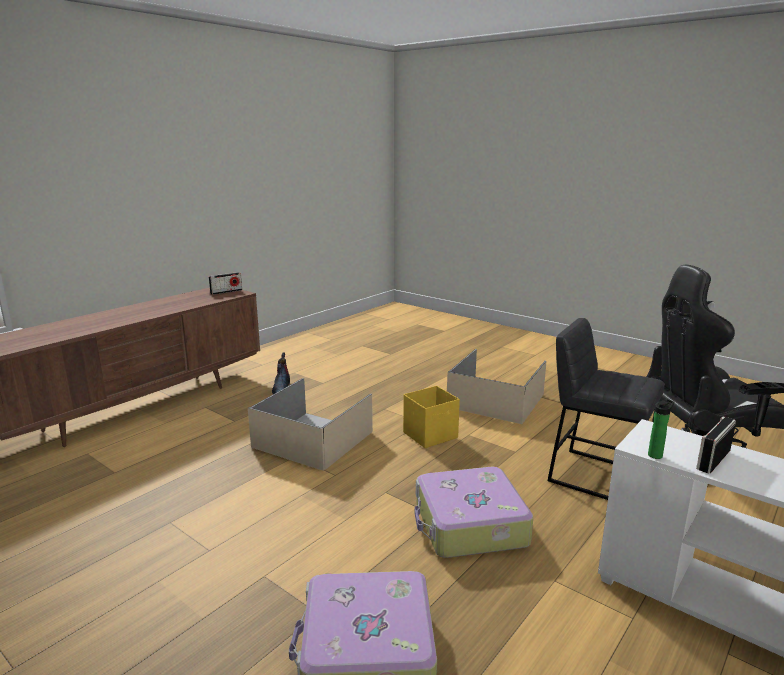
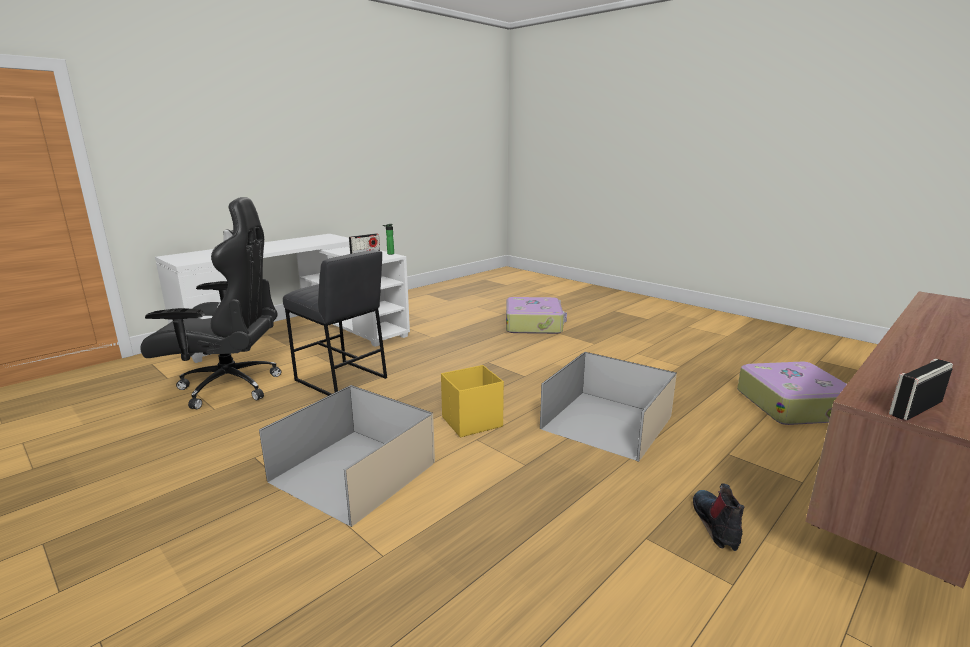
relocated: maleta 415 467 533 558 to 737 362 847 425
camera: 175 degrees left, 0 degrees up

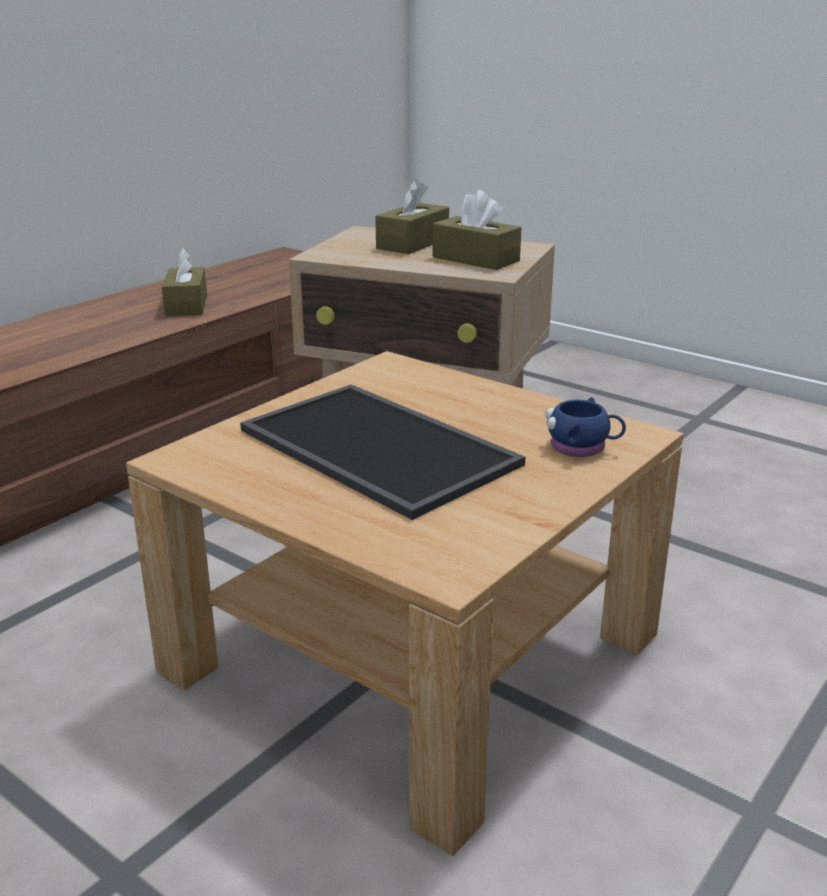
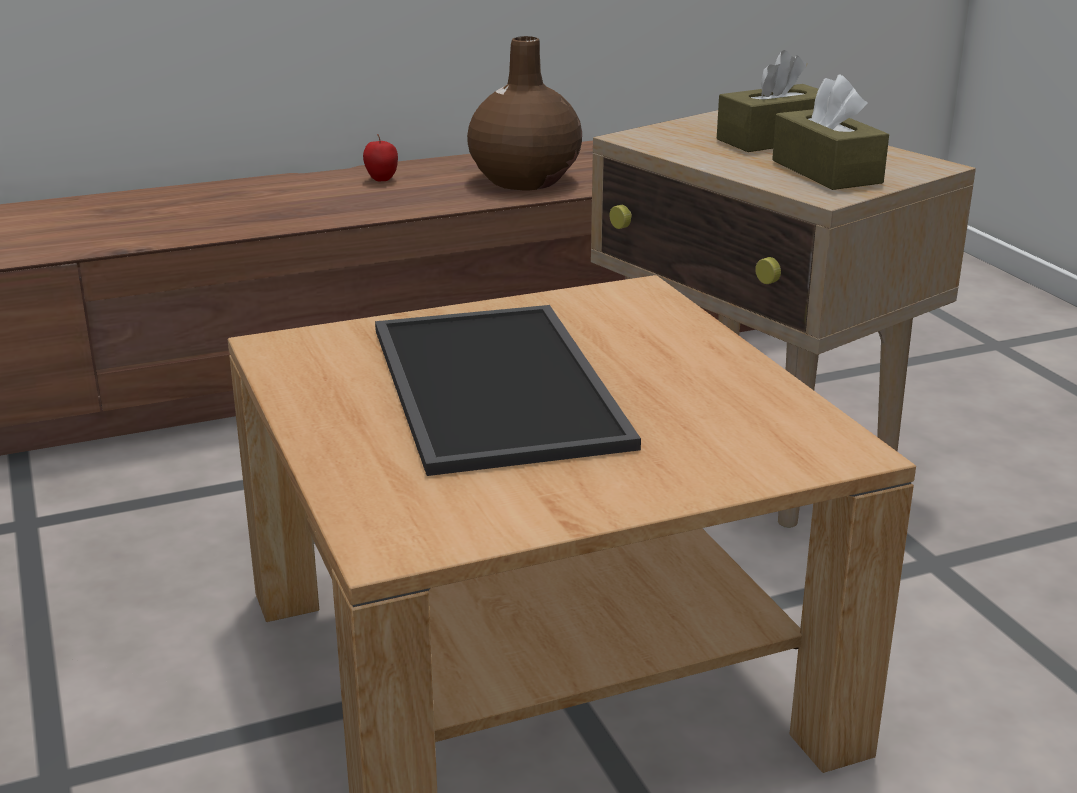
missing: taza grande (azul) 545 397 626 457
appeared: manzana 363 134 398 181
exchanged: caja de pañuelos (marrón) 162 248 207 316 to florero (marrón) 467 36 582 191
camera: 30 degrees right, 0 degrees up

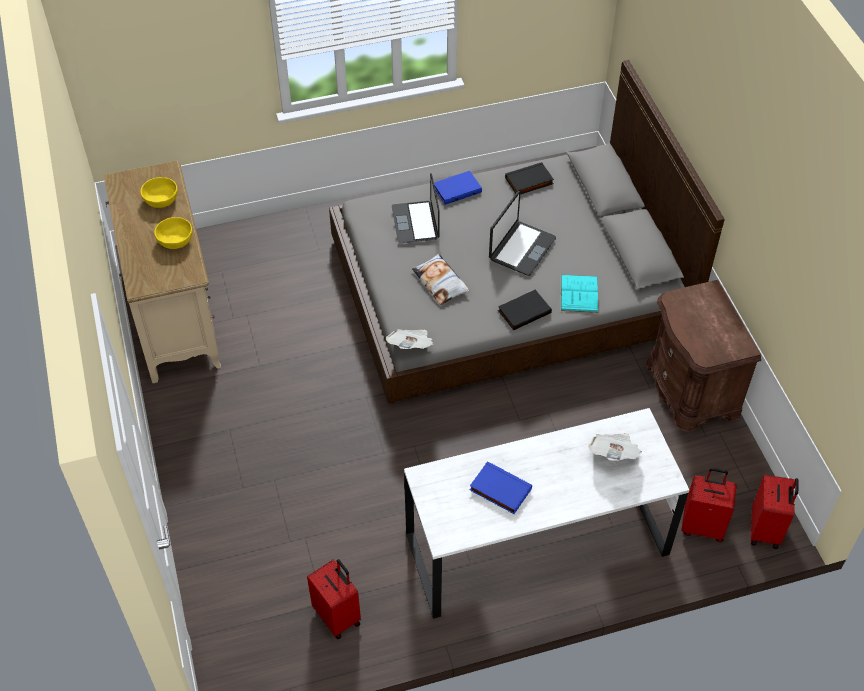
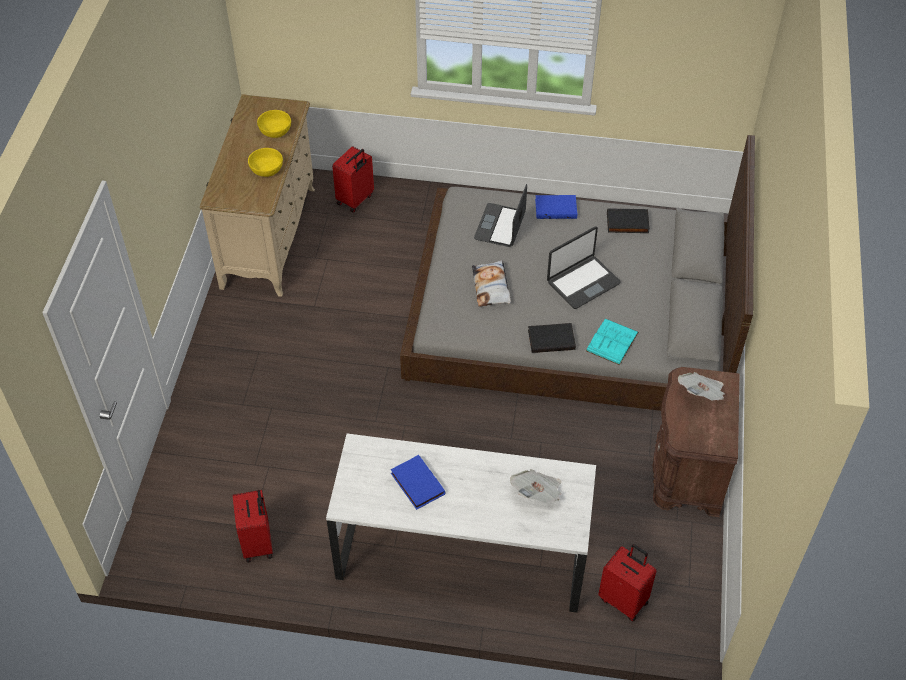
relocated: periódico 386 329 434 349 to 678 372 725 401; maleta (rojo) 751 475 798 549 to 332 146 374 213
camera: 25 degrees right, 0 degrees up

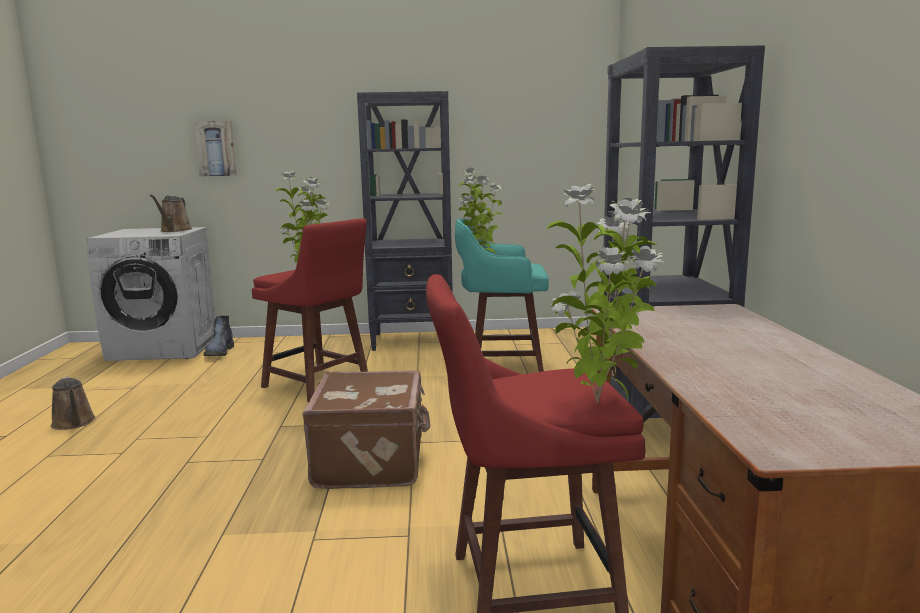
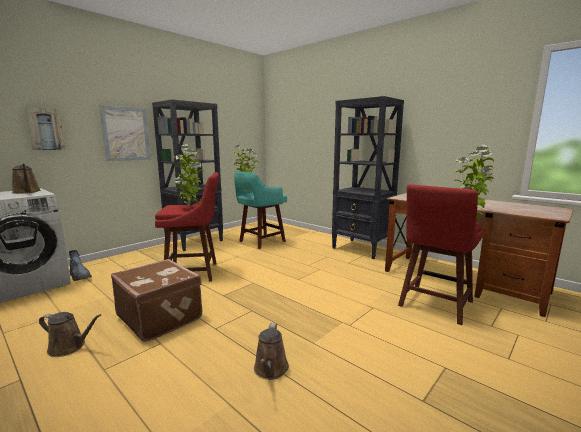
appeared: cuadro 99 105 151 161; regadera (marrón) 254 323 289 380
relocated: maleta (marrón) 303 370 430 489 to 111 259 202 342
camera: 45 degrees left, 0 degrees up

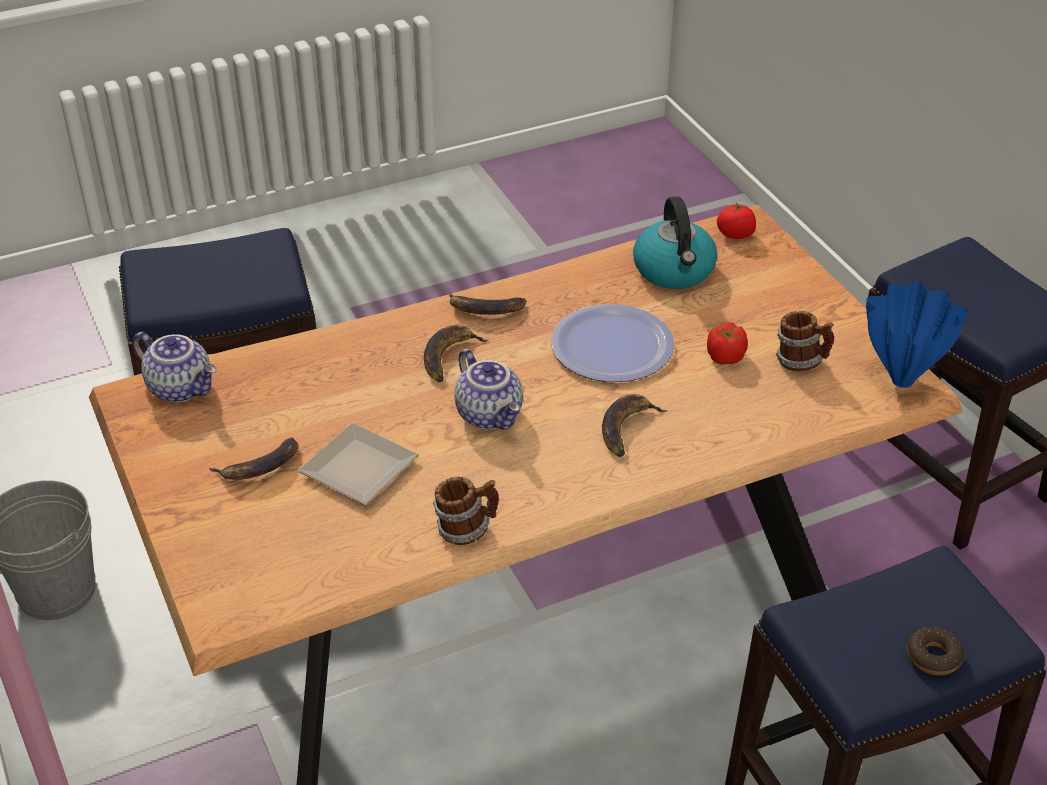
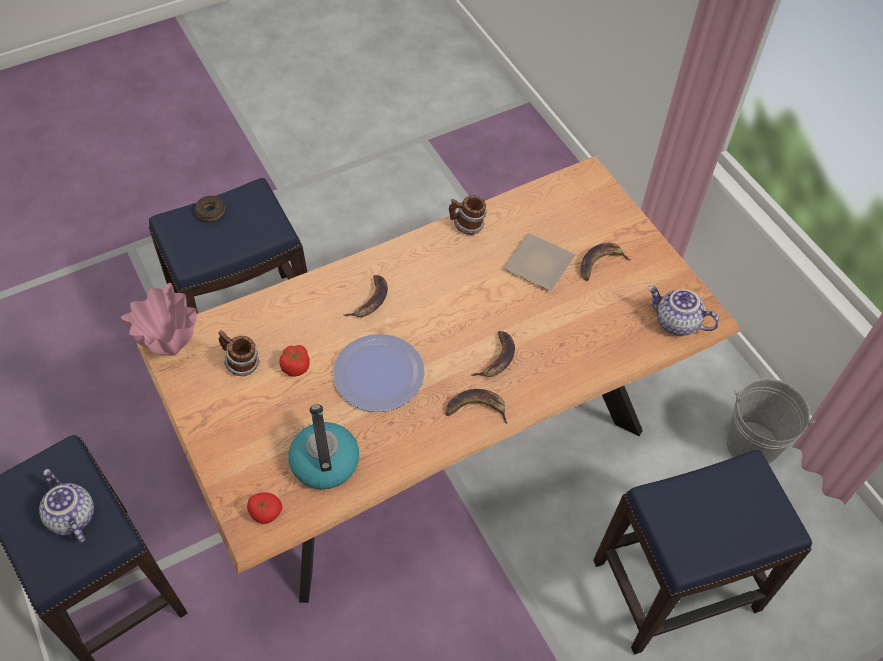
relocated: tetera 454 349 523 430 to 39 469 94 543
colour: florero (azul) 866 281 968 388 to florero (rosa) 121 283 197 356
camera: 175 degrees right, 15 degrees up

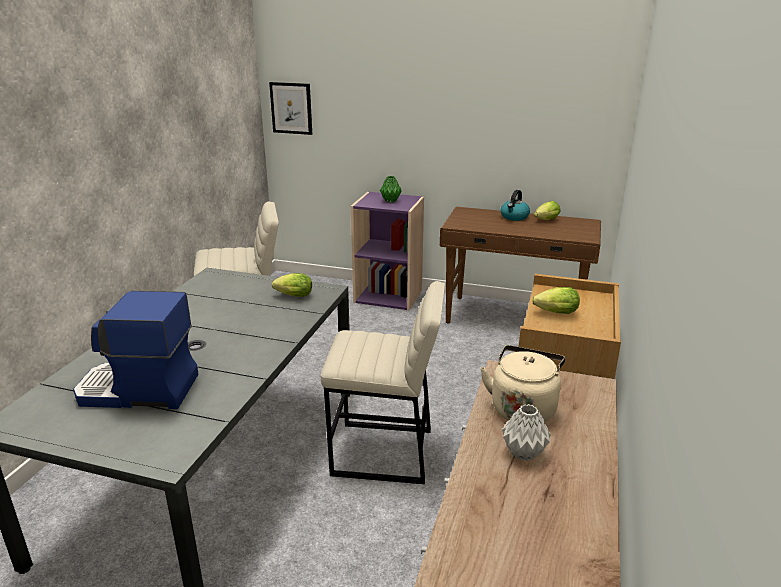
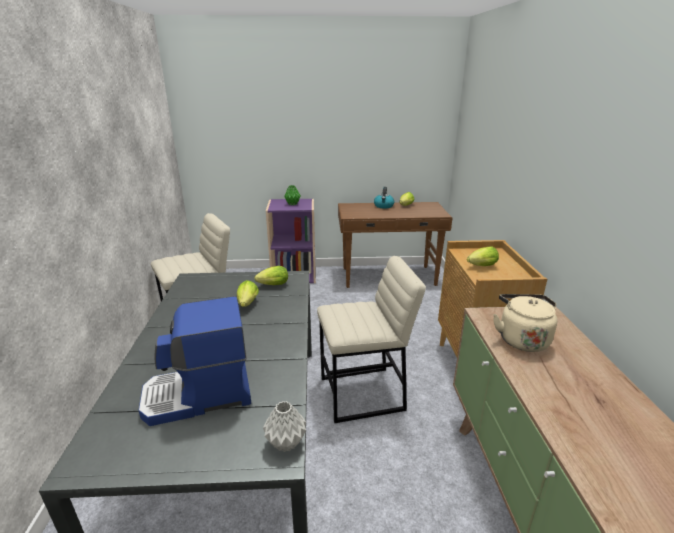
missing: cuadro 269 82 312 135
appeared: lechuga 237 280 259 307
relocated: florero (gris) 502 404 551 461 to 263 401 306 452
camera: 20 degrees left, 0 degrees up

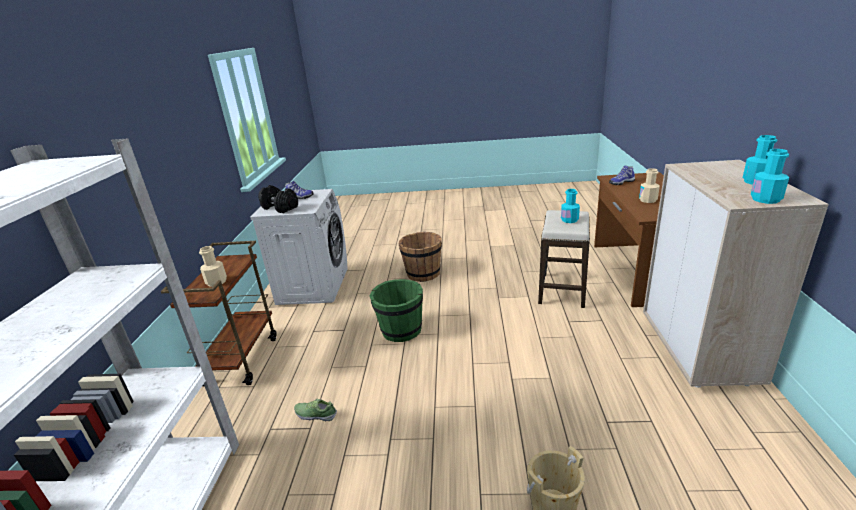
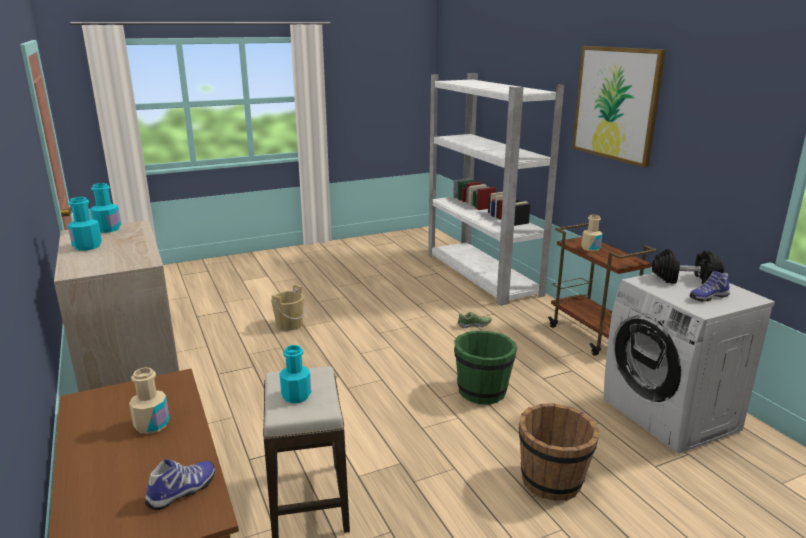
appeared: cuadro 572 46 666 167
camera: 150 degrees right, 5 degrees down

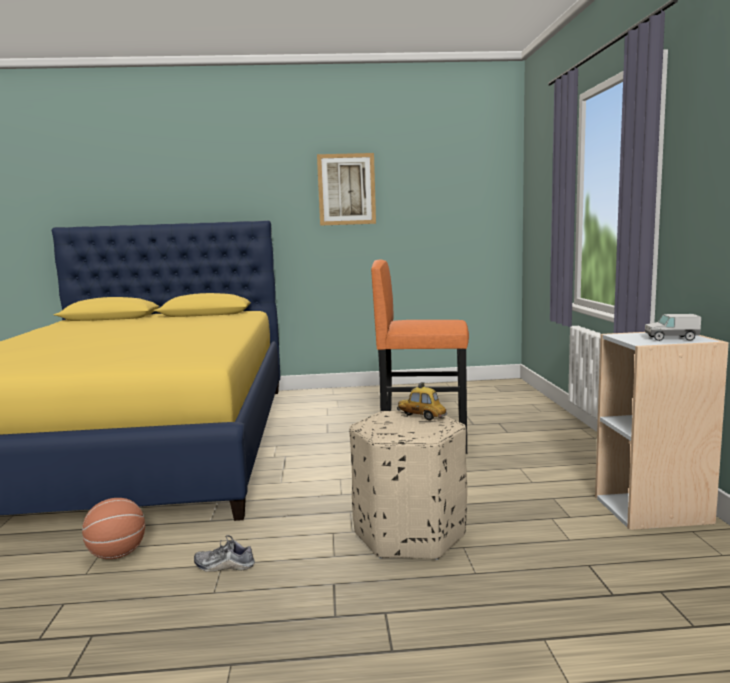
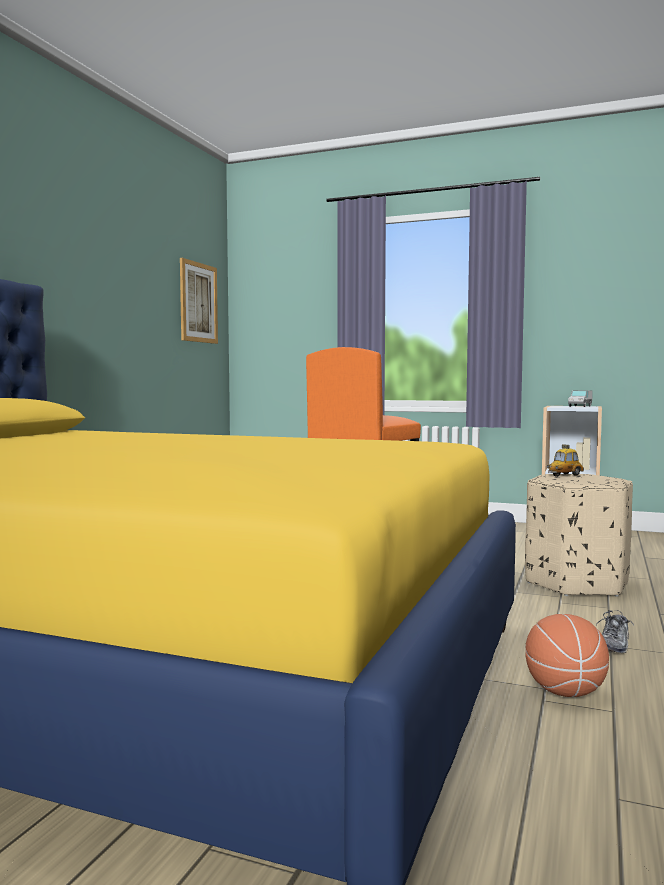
relocated: cuadro 317 153 376 226 to 180 258 218 344
camera: 65 degrees left, 5 degrees down

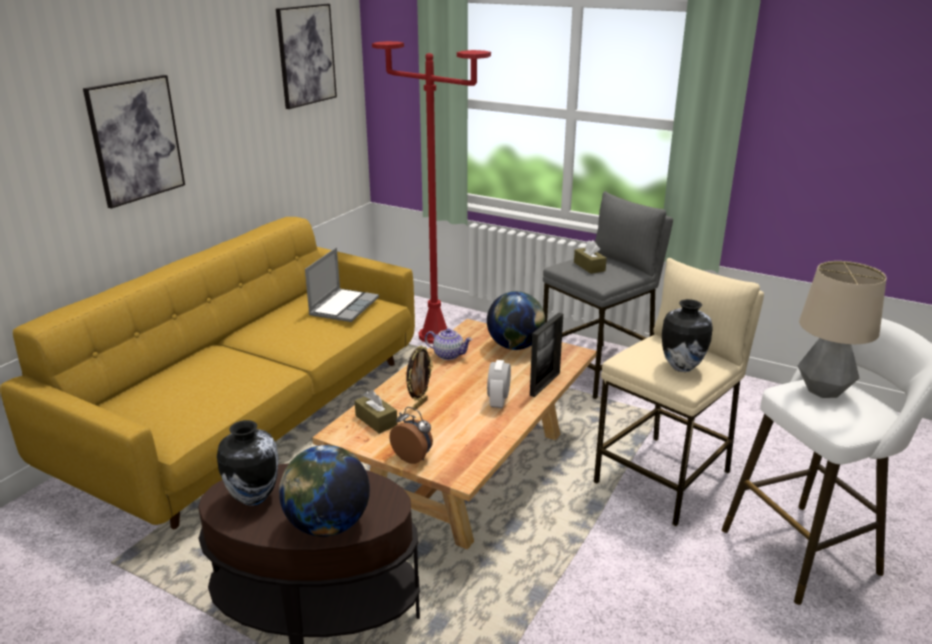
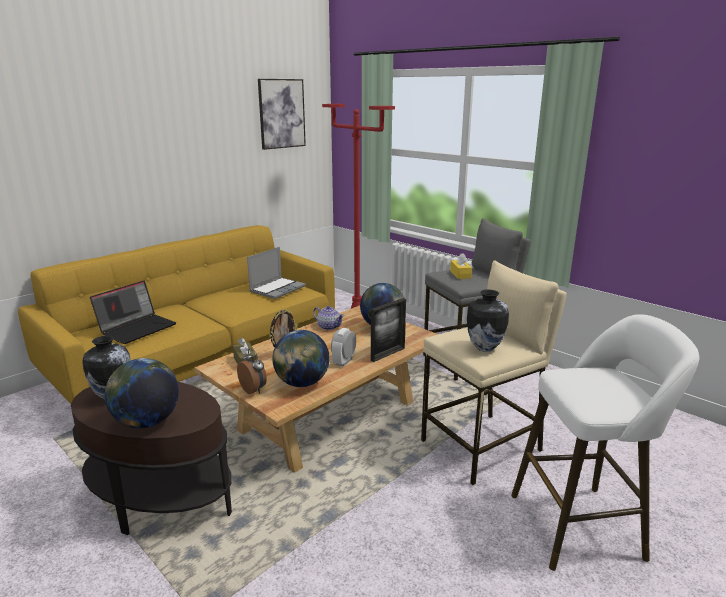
missing: cuadro 83 75 185 209; lámpara de mesa 798 261 886 398
appeared: portátil 90 280 176 344; globo terráqueo 272 330 330 387
colour: caja de pañuelos (marrón) 574 240 607 274 to caja de pañuelos (amarillo) 450 254 472 279
camera: 15 degrees right, 5 degrees down

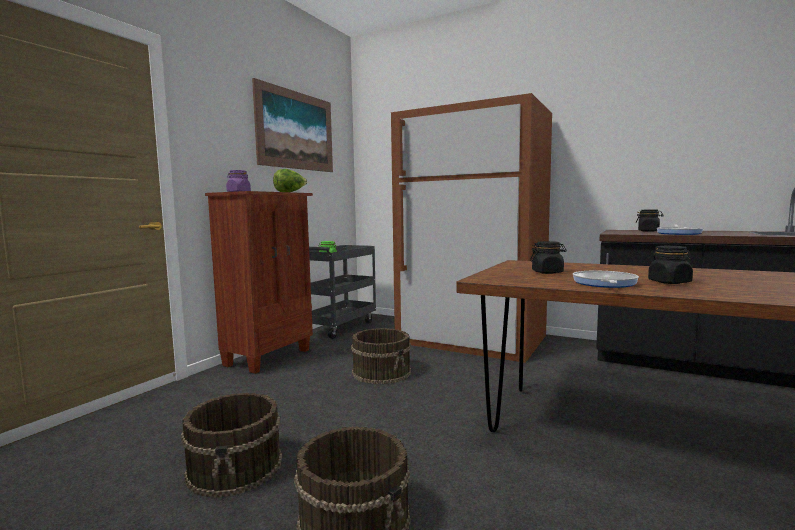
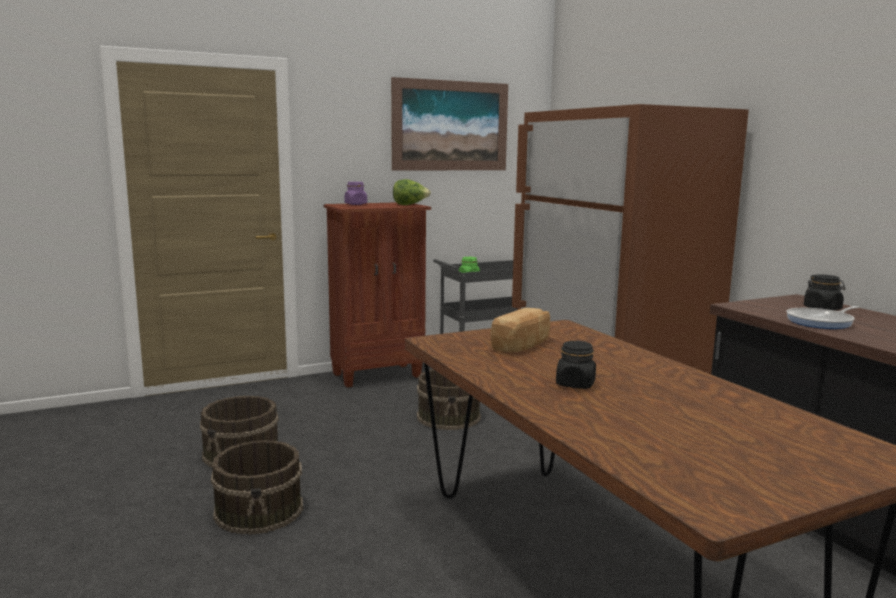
missing: sartén 573 271 639 288
exchanged: tarro (negro) 530 241 567 274 to pan 490 308 550 352
camera: 35 degrees right, 5 degrees up

